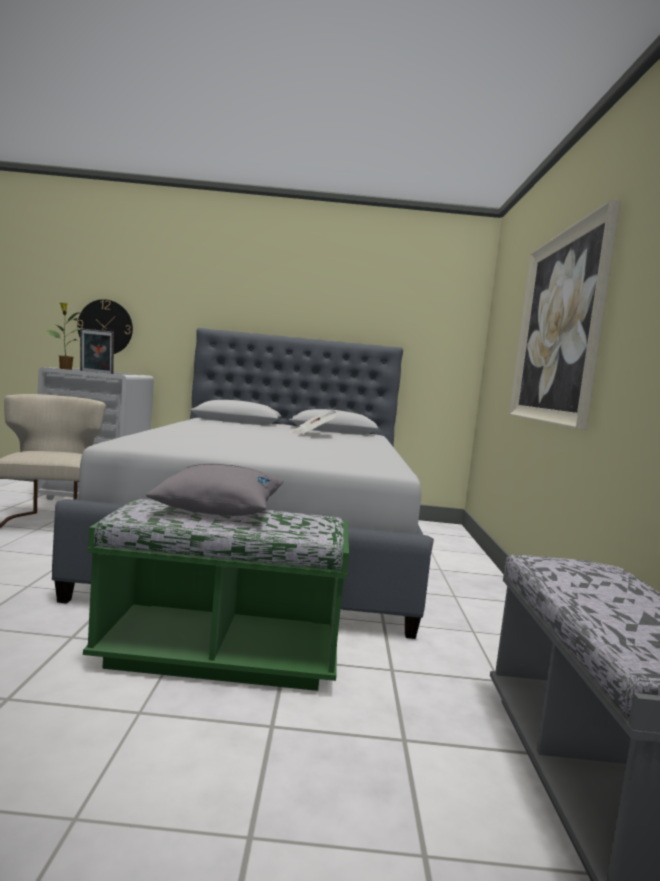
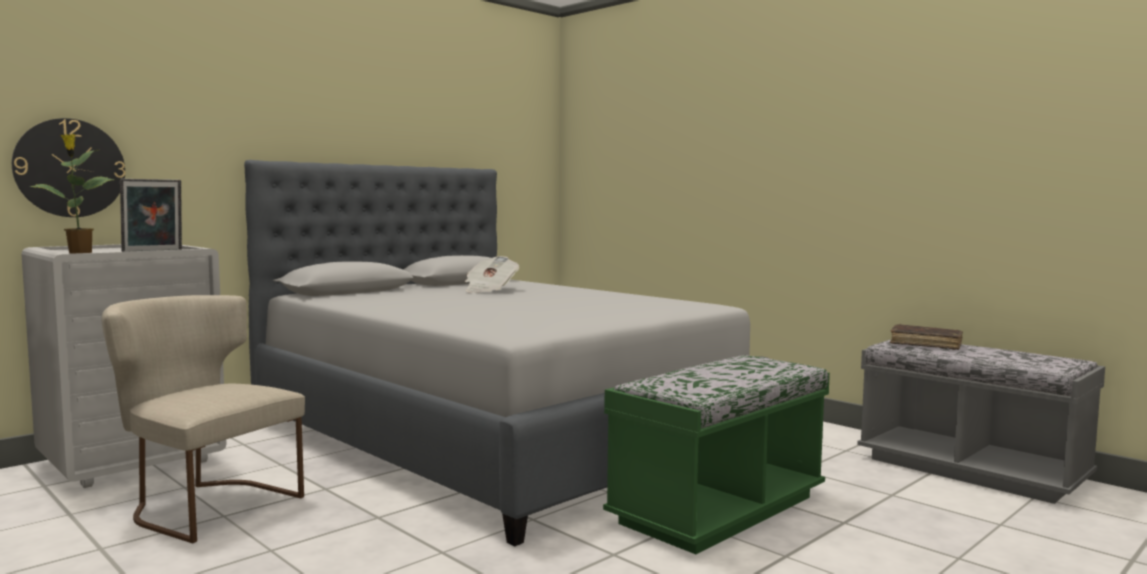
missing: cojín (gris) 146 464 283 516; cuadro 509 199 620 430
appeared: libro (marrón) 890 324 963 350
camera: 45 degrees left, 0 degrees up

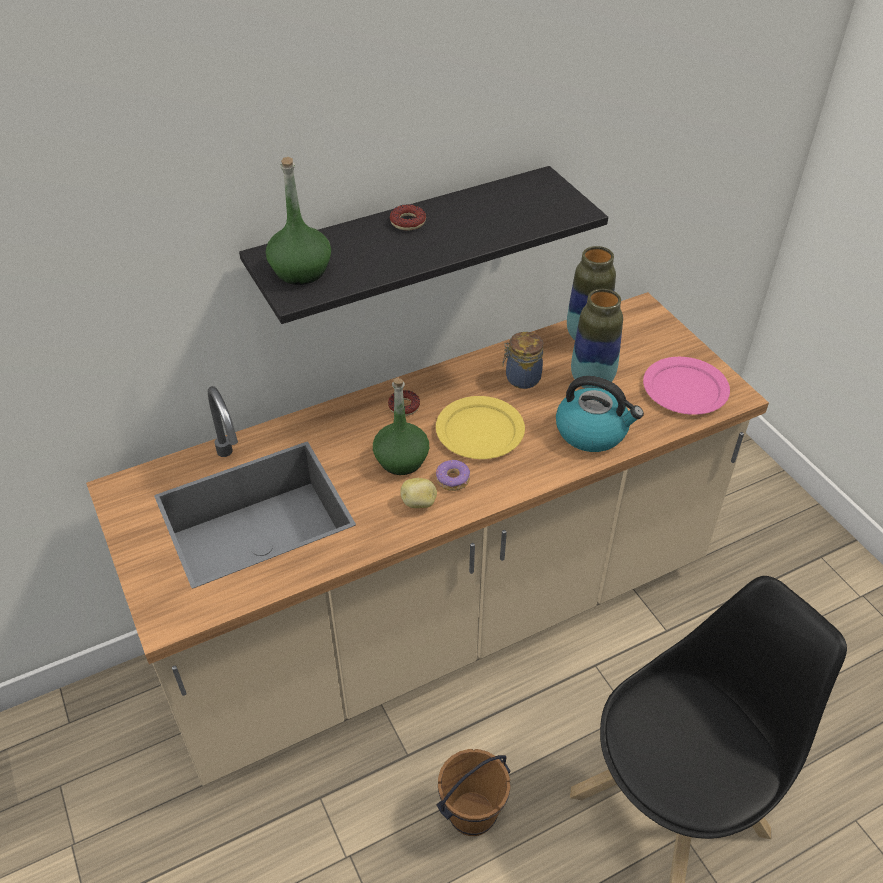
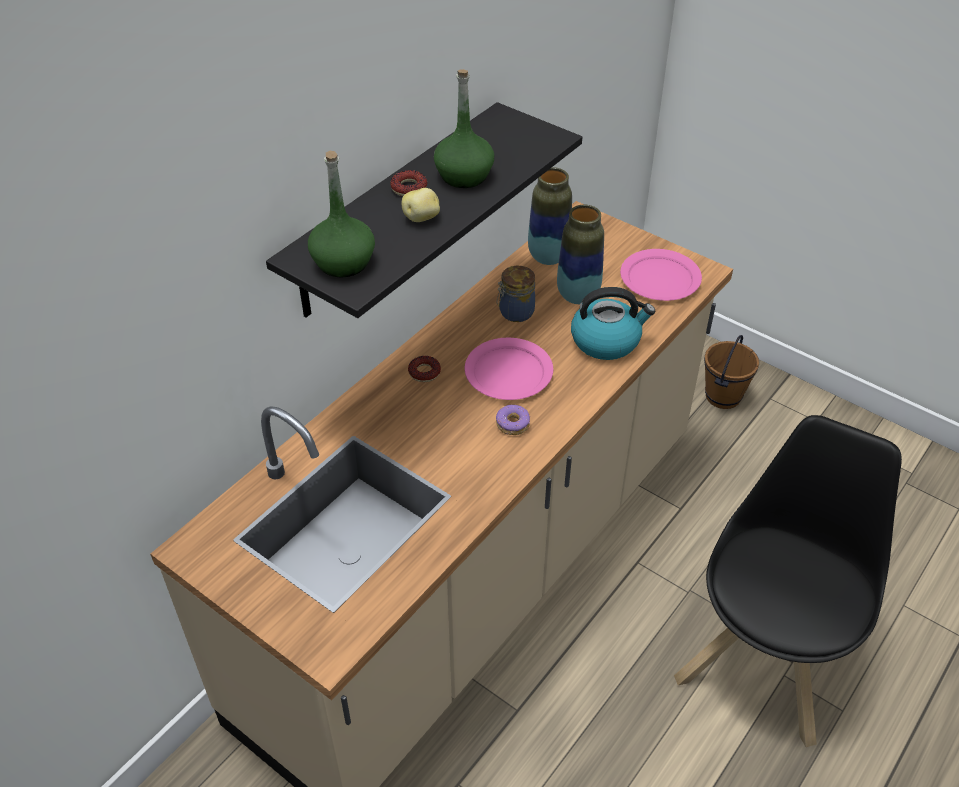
relocated: botella (verde) 373 378 429 475 to 434 69 494 188; patata 400 478 437 508 to 402 188 440 222; cubo (marrón) 436 749 511 836 to 704 335 759 409
colour: plato (amarillo) 436 396 525 459 to plato (rosa) 465 338 553 400
camera: 25 degrees left, 0 degrees up

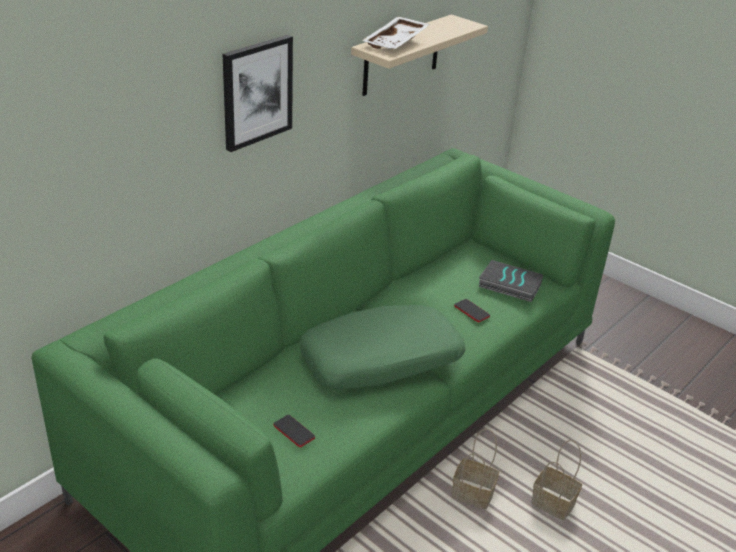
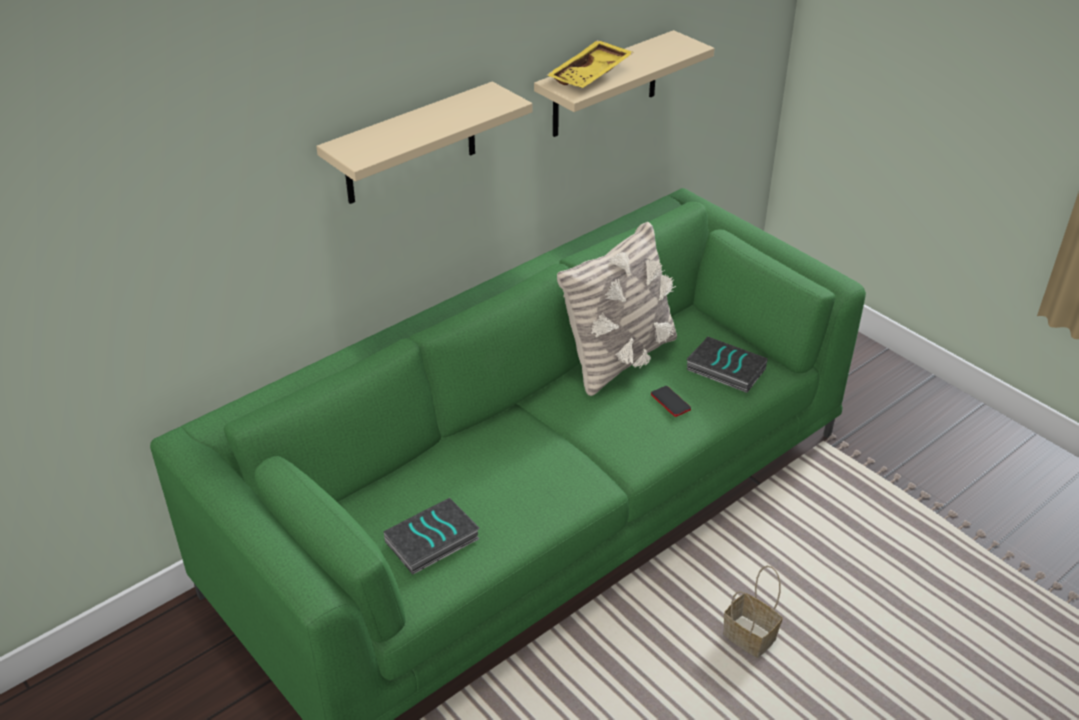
missing: cojín (verde) 300 305 466 389; cesta 452 429 499 510
appeared: cojín (beis) 557 222 677 396
exchanged: cuadro 223 35 293 152 to estante (beis) 316 82 533 204; móvil 273 415 315 447 to libro 383 498 480 575
colour: bandeja (blanco) 362 16 430 49 to bandeja (amarillo) 547 40 634 88
camera: 10 degrees right, 5 degrees up

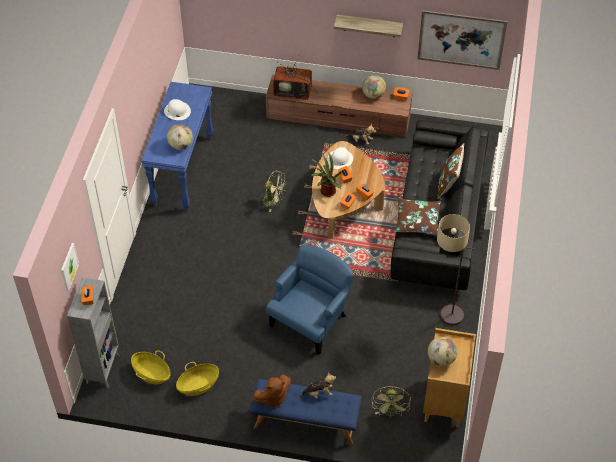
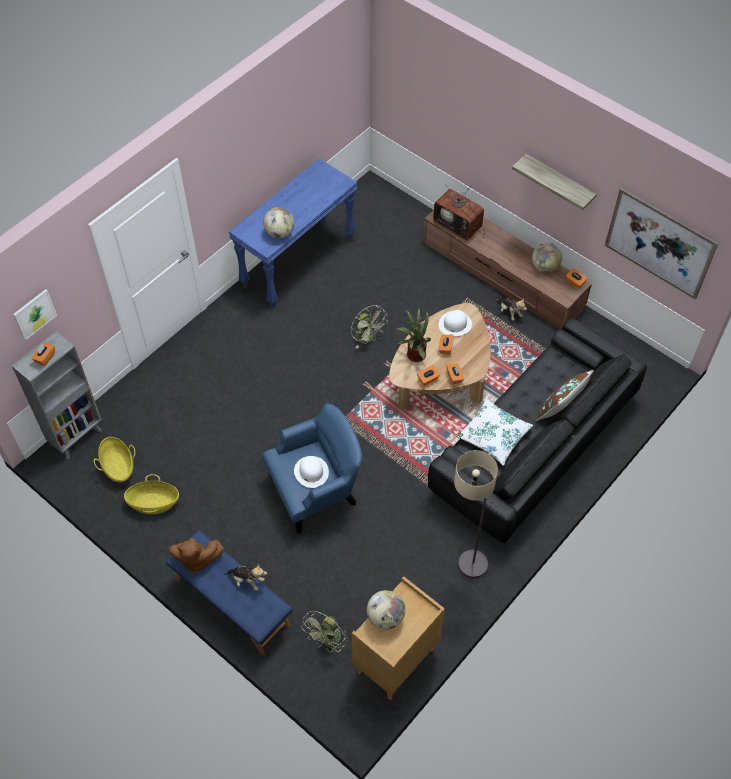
relocated: sombrero (blanco) 164 99 191 120 to 294 456 329 488
colour: cojín (marrón) 395 197 441 236 to cojín (blanco) 457 398 534 466
camera: 30 degrees right, 5 degrees up

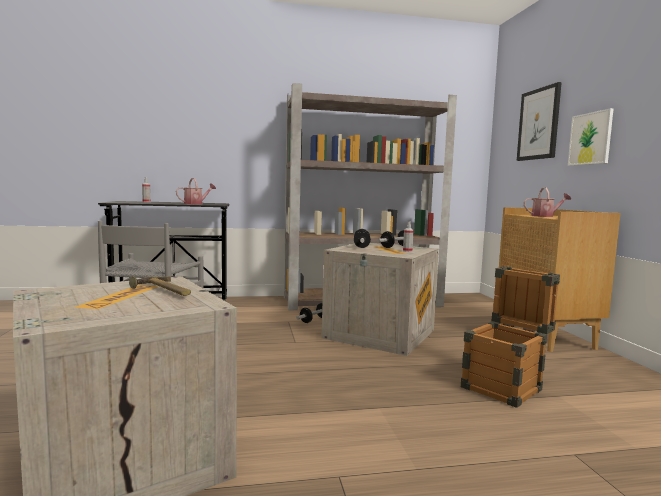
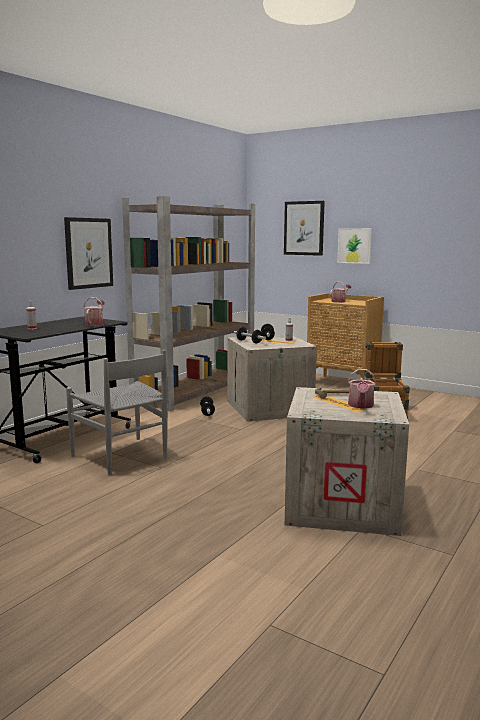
appeared: cuadro 64 217 113 290; regadera 348 369 376 409
camera: 45 degrees left, 5 degrees up

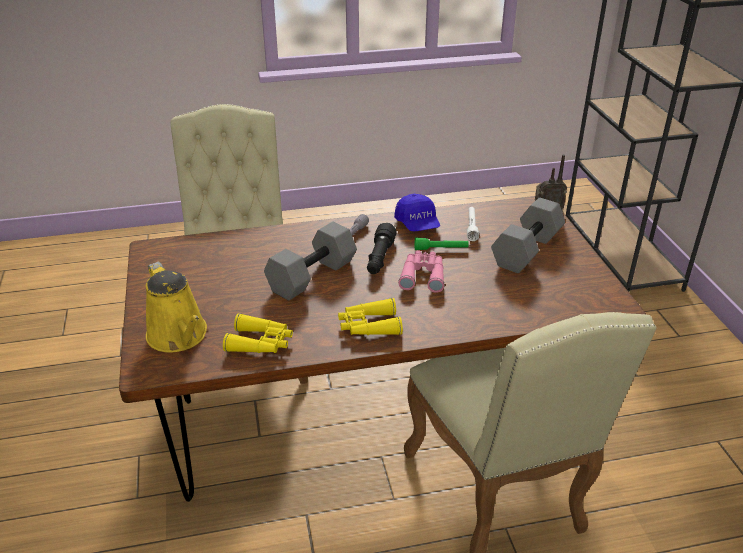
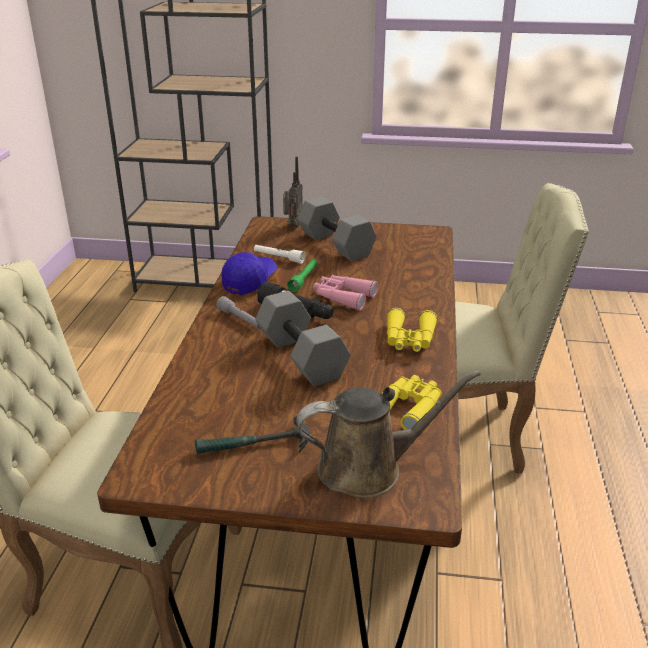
appeared: martillo 195 416 309 454
colour: regadera (amarillo) 146 262 207 353 to regadera (marrón) 297 371 481 498
spun: gorra (azul) 394 194 440 231 = 222 252 277 295 60 degrees counterclockwise
camera: 70 degrees left, 5 degrees down

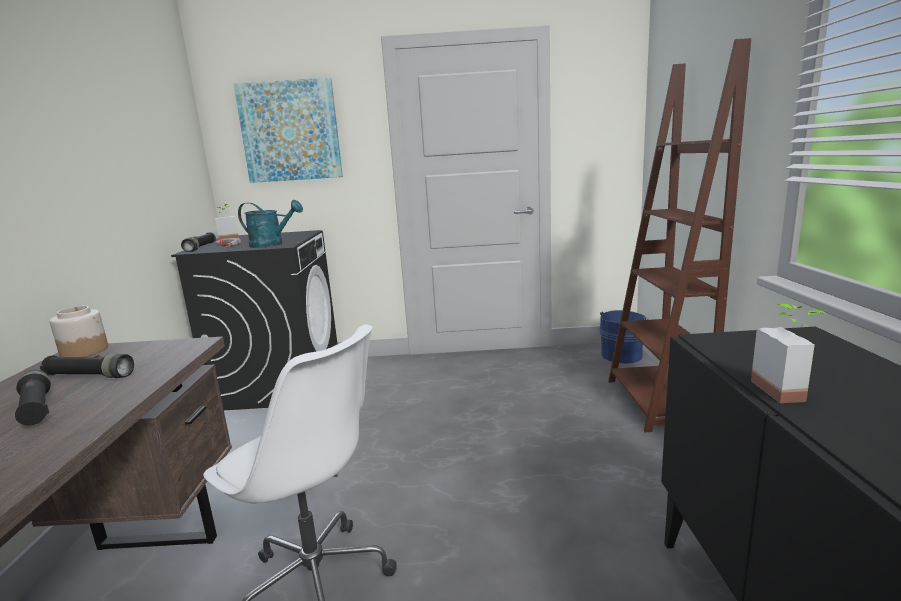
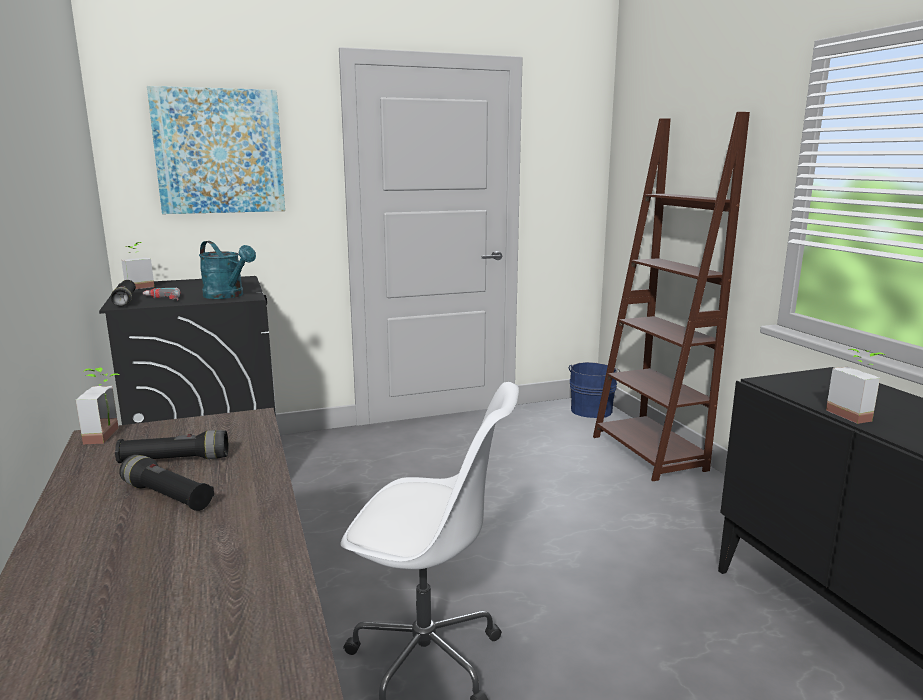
exchanged: tarro 50 306 108 357 to planta en maceta 76 367 119 444
spun: regadera (turquesa) 238 200 303 248 = 199 241 256 299 45 degrees clockwise
camera: 20 degrees left, 0 degrees up

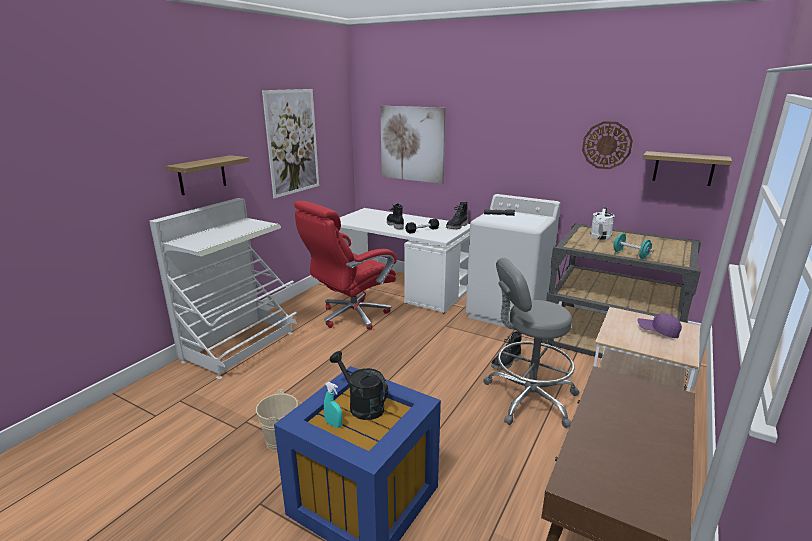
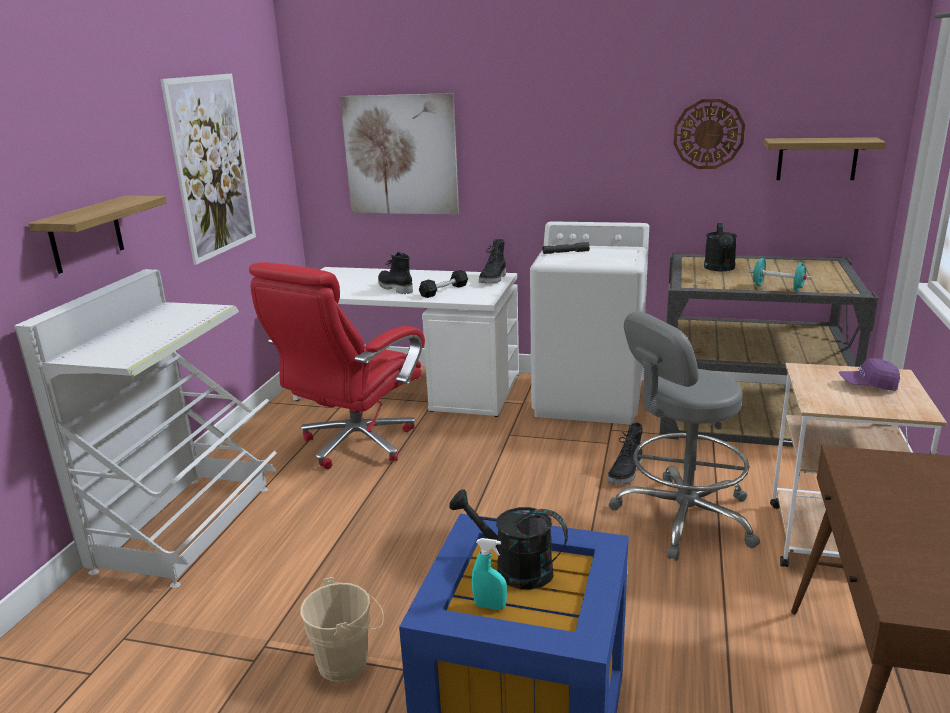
colour: regadera (blanco) 590 206 614 240 to regadera (negro) 704 223 737 271
camera: 15 degrees left, 0 degrees up

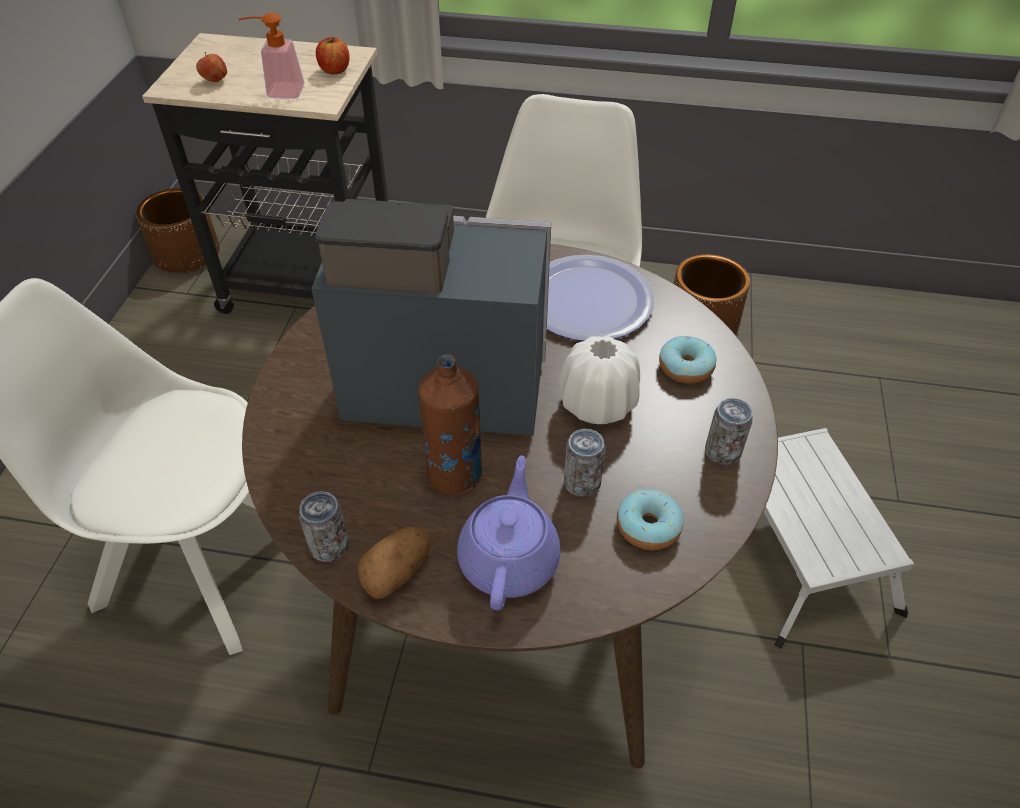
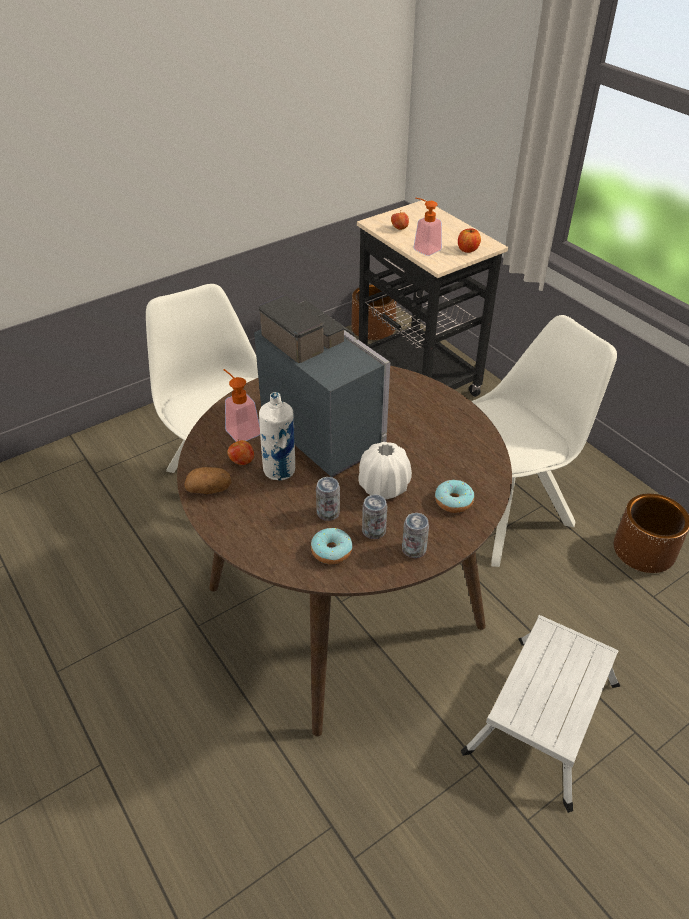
missing: tetera (morado) 457 456 560 610; plato 547 255 654 341
appeared: dispensador de jabón 223 369 260 442; manzana 227 439 254 465
relocated: lata 299 491 350 562 to 362 494 387 539
colour: botella (marrón) 418 354 482 495 to botella (blanco) 259 392 295 480
camera: 45 degrees right, 5 degrees down

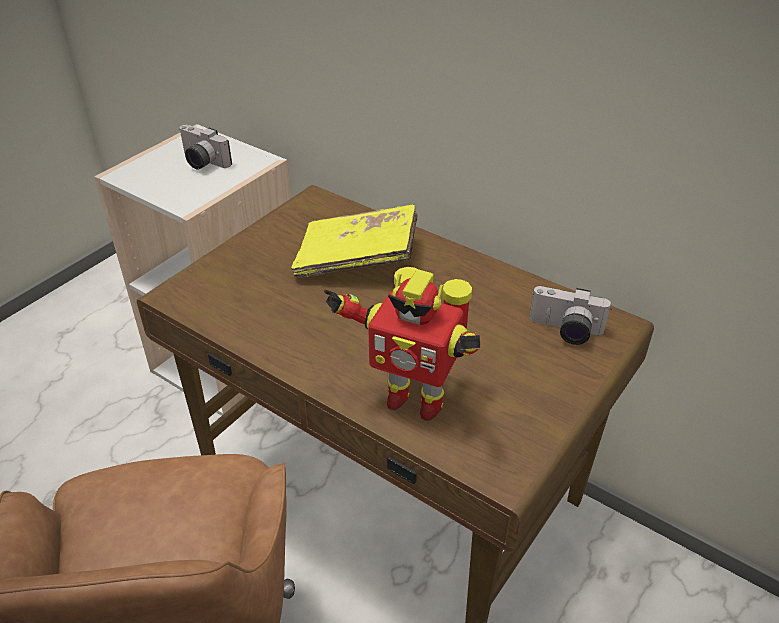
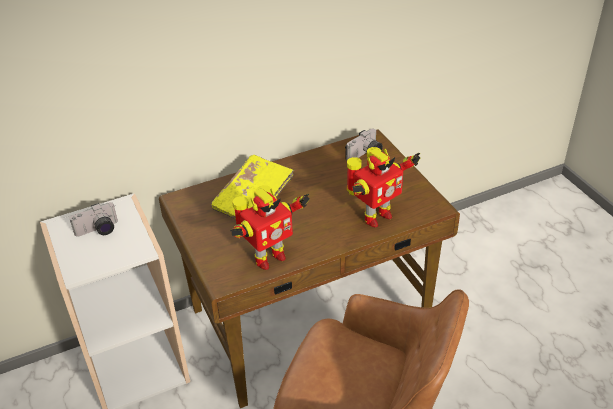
appeared: robot de juguete 230 185 310 270
camera: 60 degrees left, 0 degrees up

